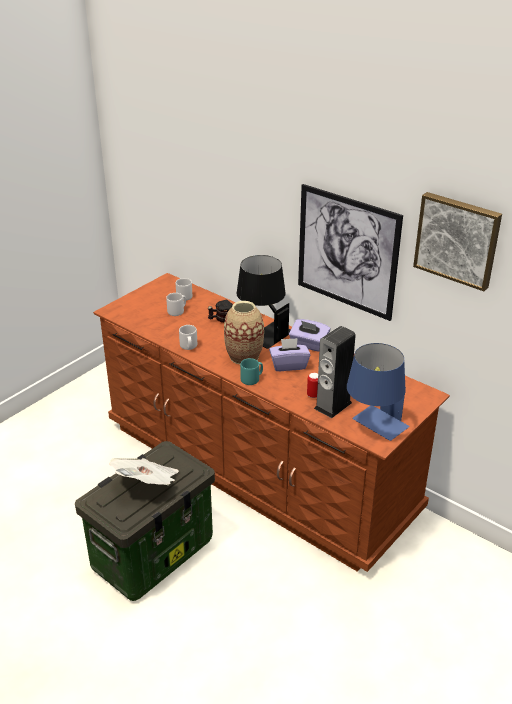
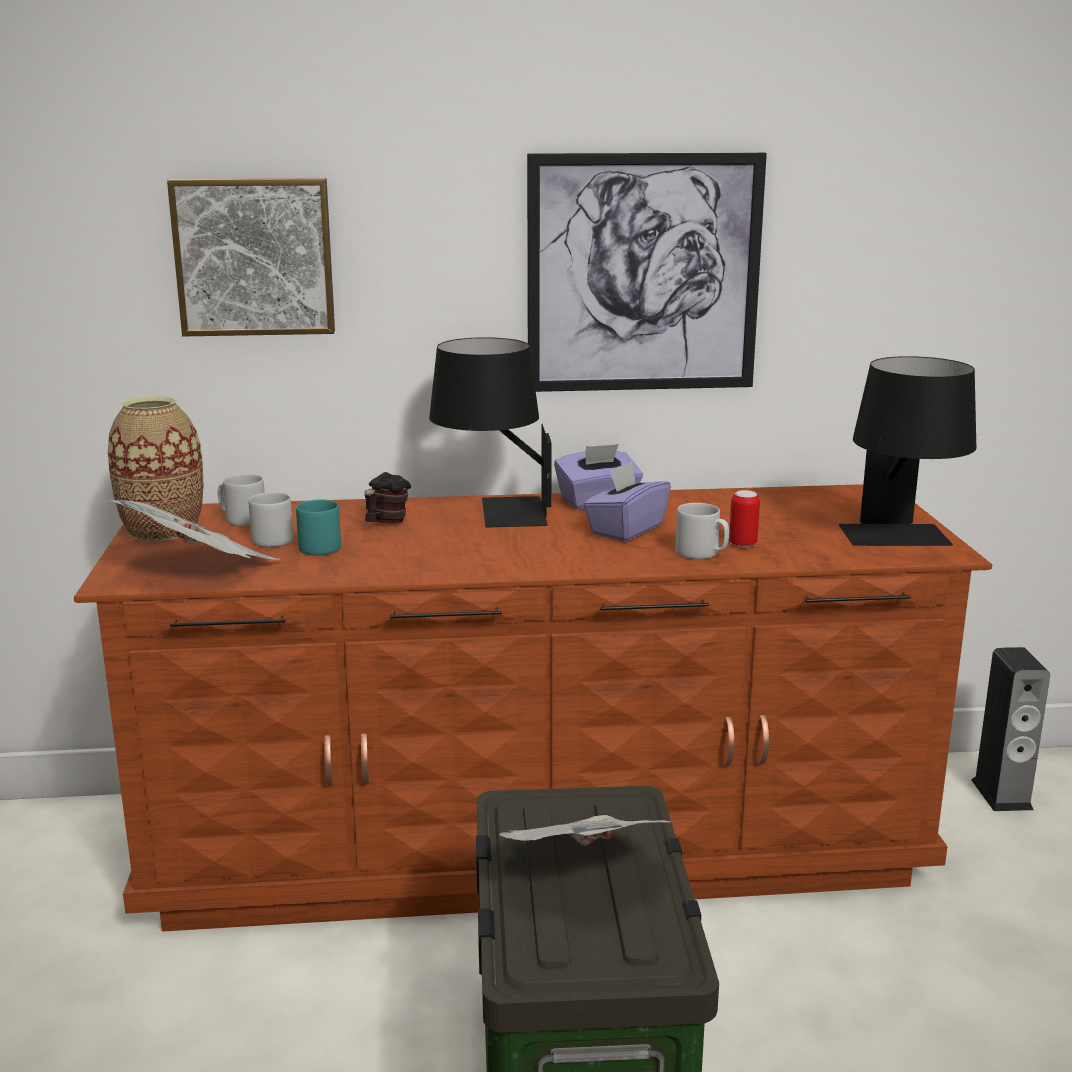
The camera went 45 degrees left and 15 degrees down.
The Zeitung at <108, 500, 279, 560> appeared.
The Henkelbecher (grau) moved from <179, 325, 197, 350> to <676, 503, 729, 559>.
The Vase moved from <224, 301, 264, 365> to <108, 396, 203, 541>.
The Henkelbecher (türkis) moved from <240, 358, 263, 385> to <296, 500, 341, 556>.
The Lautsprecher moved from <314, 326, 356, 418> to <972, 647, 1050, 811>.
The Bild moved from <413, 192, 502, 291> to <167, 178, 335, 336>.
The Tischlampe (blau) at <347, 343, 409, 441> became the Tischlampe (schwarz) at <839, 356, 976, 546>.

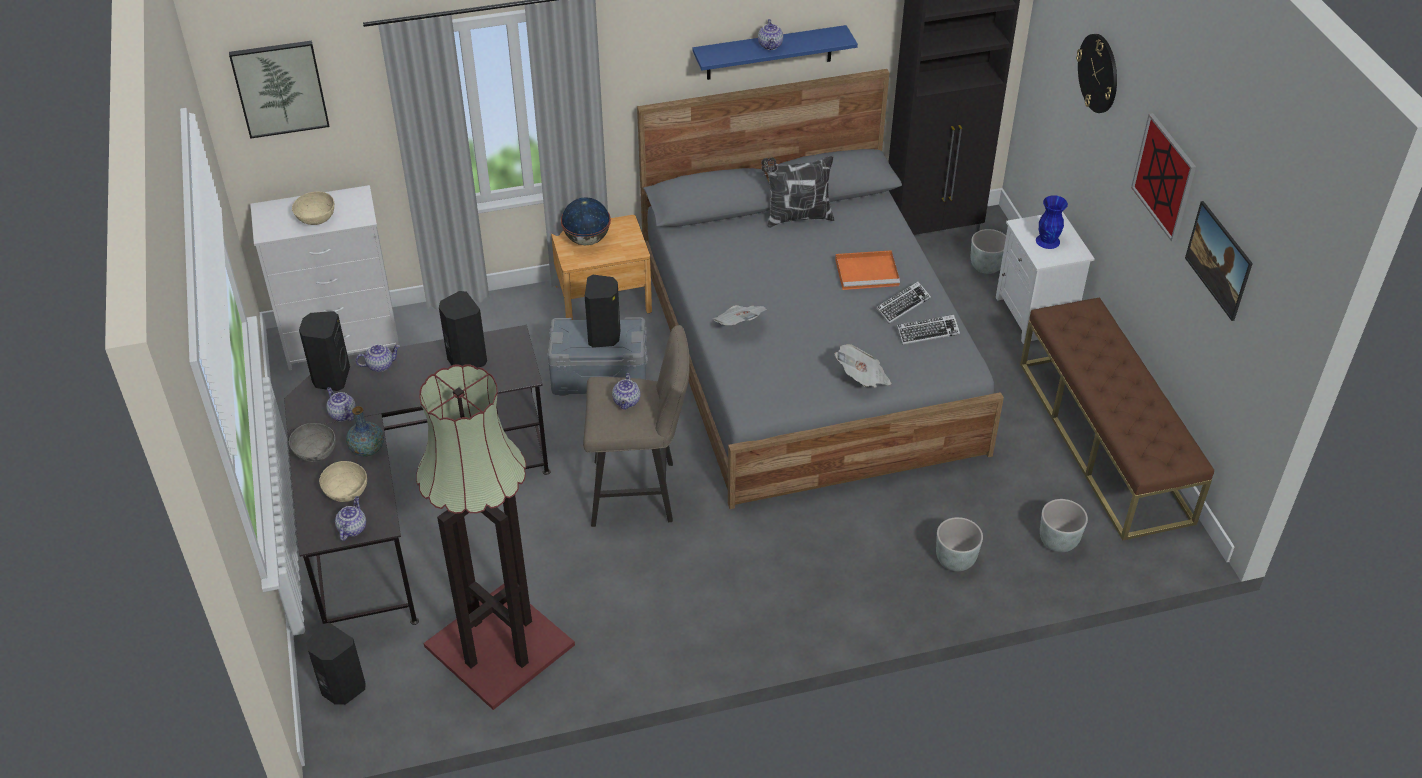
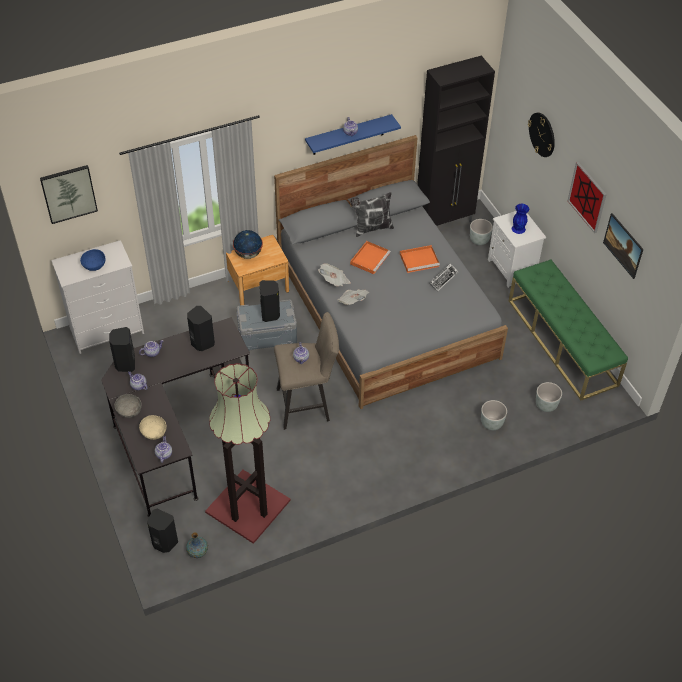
The camera went 10 degrees left and 5 degrees up.
The Tastatur at <897, 314, 960, 345> disappeared.
The Tablett (orange) at <350, 241, 391, 274> appeared.
The Vase moved from <346, 406, 384, 457> to <186, 532, 208, 558>.
The Zeitung moved from <835, 344, 891, 388> to <318, 263, 351, 287>.
The Schüssel (beige) at <292, 192, 334, 225> became the Schüssel (blau) at <80, 249, 105, 271>.
The Bank (braun) at <1020, 297, 1214, 540> became the Bank (grün) at <509, 260, 628, 400>.

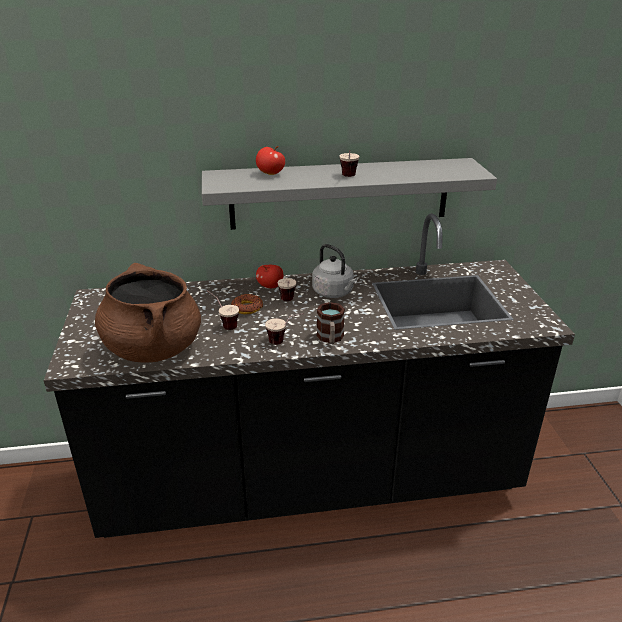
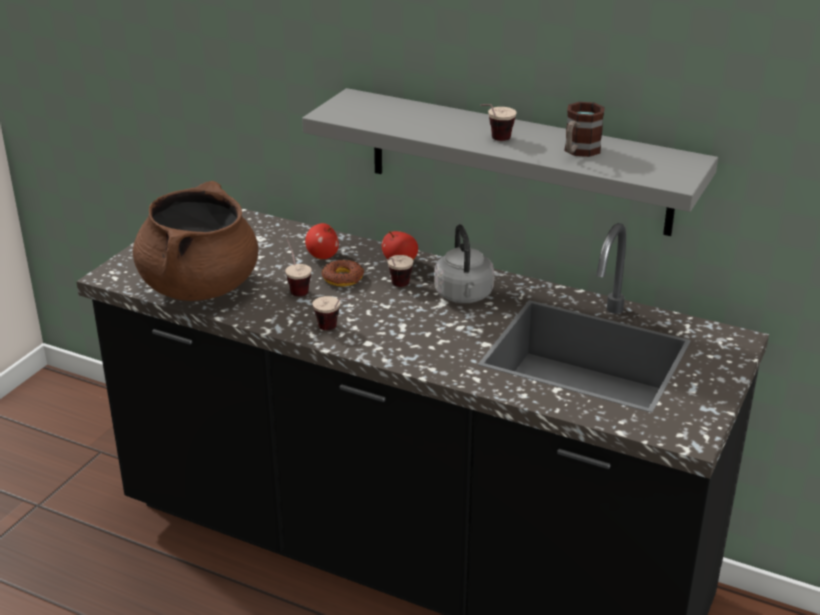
The camera went 35 degrees right and 0 degrees up.
The Apfel moved from <256, 146, 285, 175> to <305, 223, 339, 259>.
The Henkelbecher moved from <317, 302, 345, 344> to <564, 102, 605, 157>.

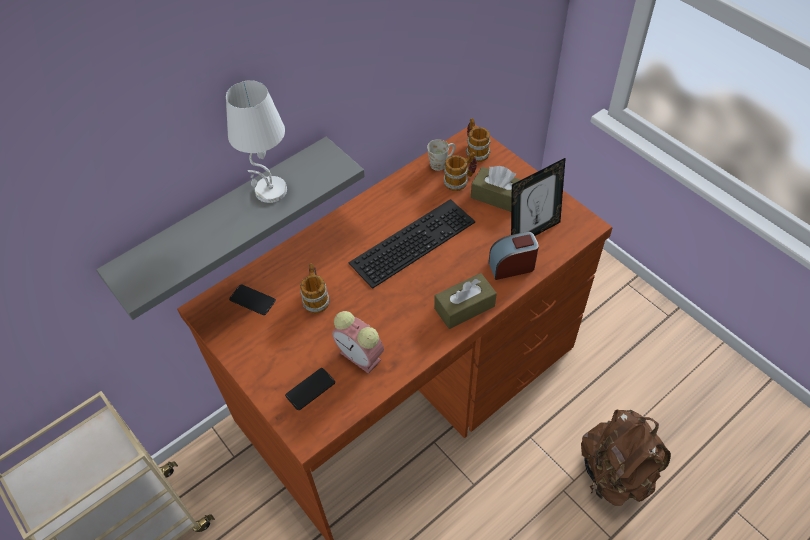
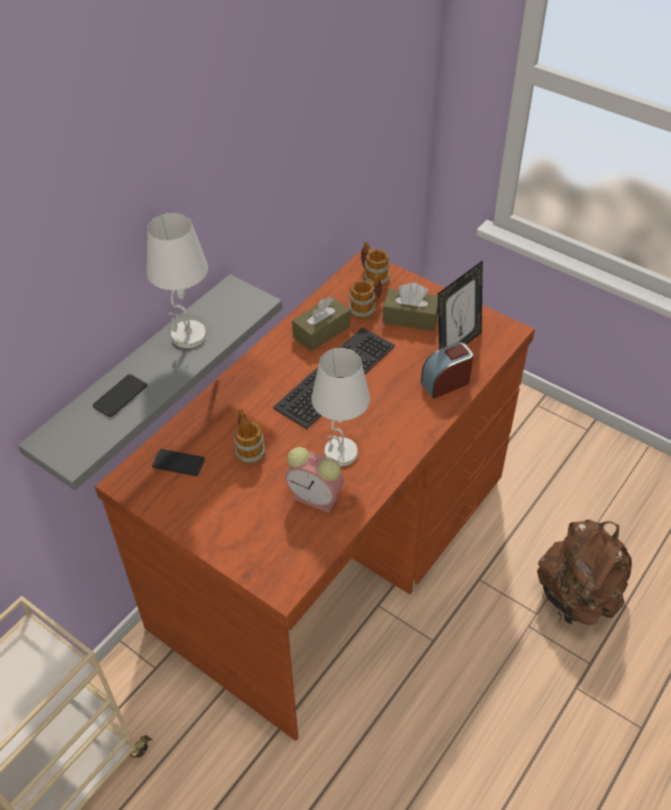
The camera went 15 degrees left and 5 degrees down.
The Henkelbecher (weiß) at <427, 139, 456, 171> disappeared.
The Tischlampe (weiß) at <311, 348, 370, 466> appeared.
The Handy moved from <285, 368, 335, 410> to <93, 374, 147, 417>.
The Taschentuchbox (braun) moved from <434, 273, 497, 329> to <292, 296, 350, 351>.

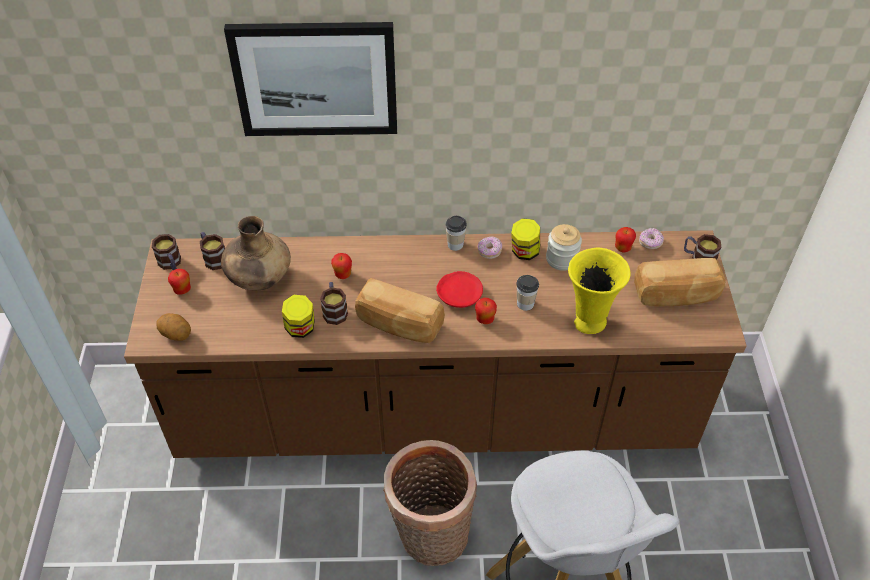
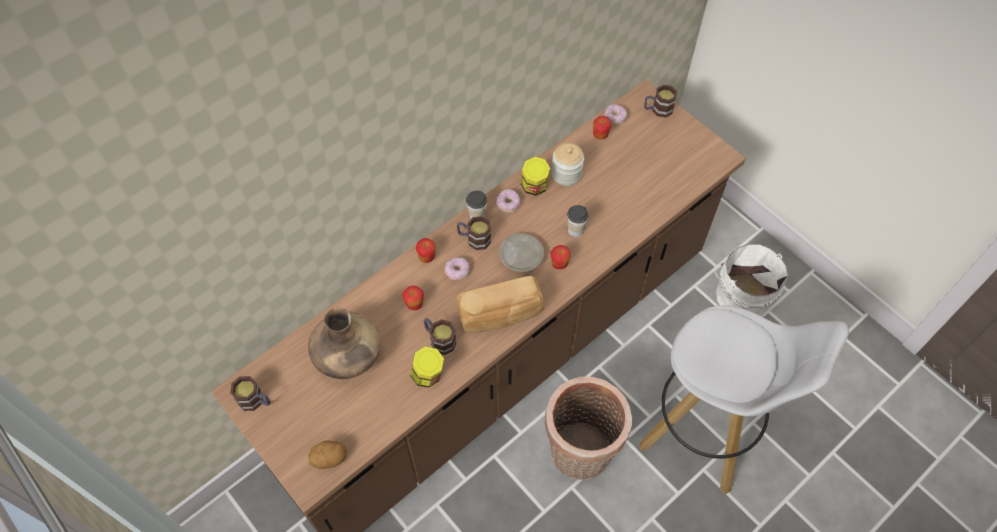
The camera went 40 degrees left and 10 degrees up.
The Bild at <224, 22, 397, 136> disappeared.
The Vase (gelb) at <568, 248, 630, 334> disappeared.
The Brot at <634, 258, 726, 306> disappeared.
The Donut at <445, 257, 470, 280> appeared.
The Eimer (weiß) at <714, 244, 788, 316> appeared.
The Apfel moved from <168, 269, 191, 295> to <416, 238, 436, 263>.
The Henkelbecher moved from <200, 232, 225, 270> to <457, 216, 491, 250>.
The Teller (rot) at <436, 271, 483, 308> became the Teller (beige) at <499, 233, 544, 272>.

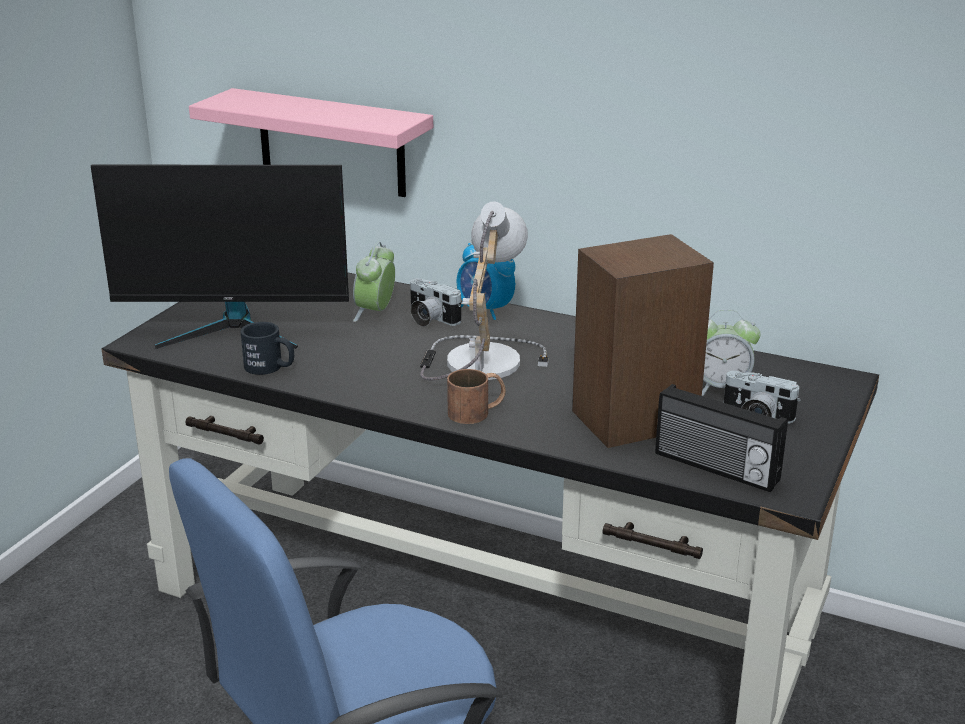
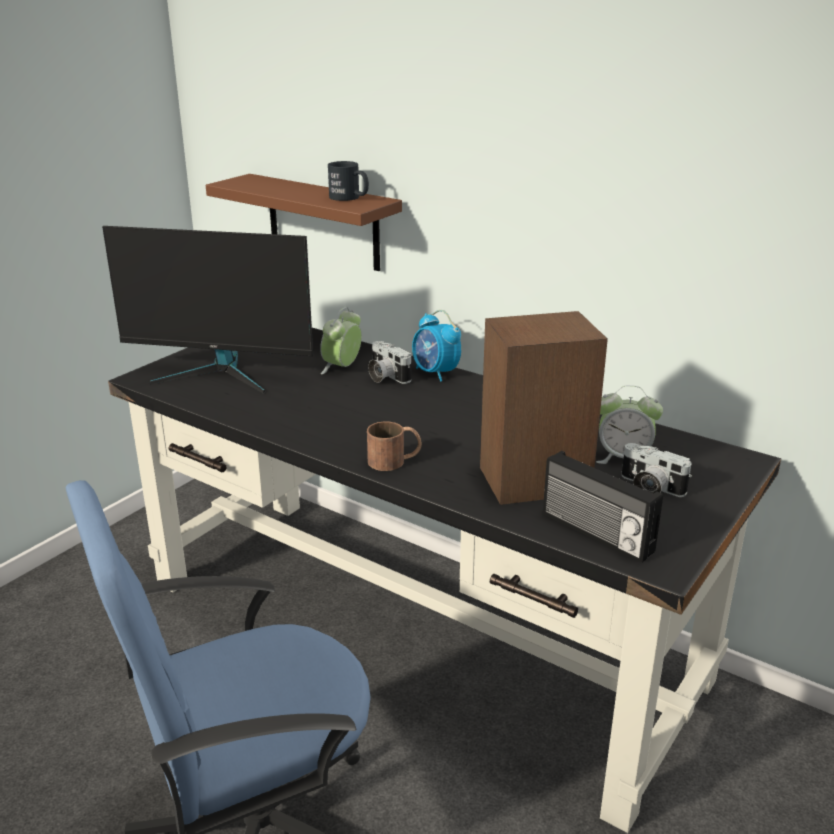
The camera went 10 degrees right and 0 degrees up.
The Tischlampe at <420, 201, 549, 380> disappeared.
The Henkelbecher (schwarz) moved from <240, 322, 294, 375> to <328, 161, 369, 201>.
The Wandregal (rosa) at <189, 88, 433, 197> became the Wandregal (braun) at <206, 174, 402, 271>.

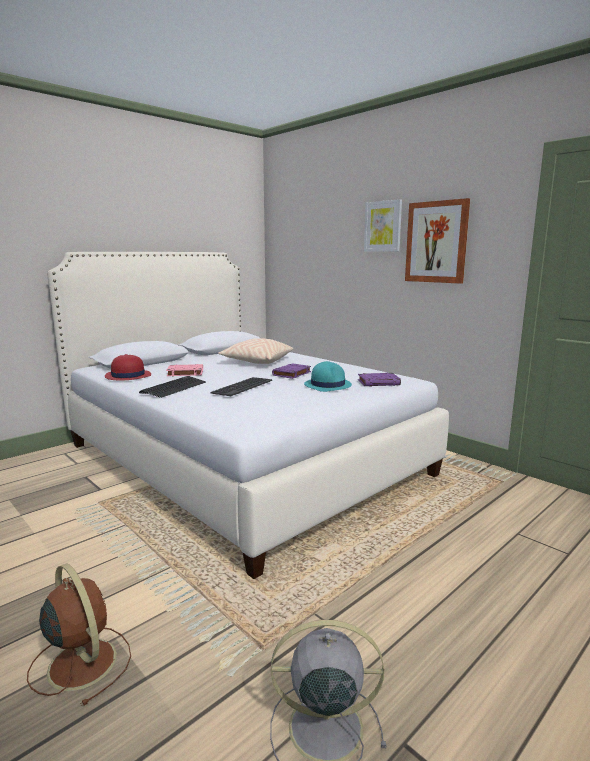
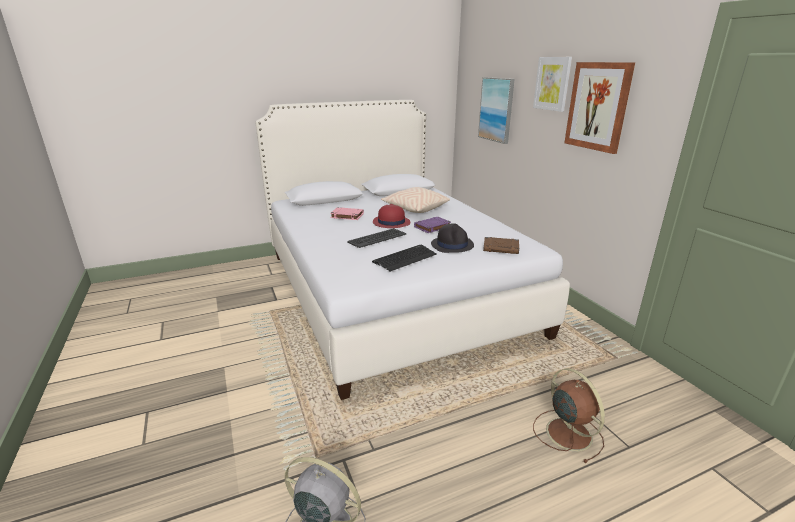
The camera went 20 degrees right and 10 degrees up.
The Bild at <478, 77, 514, 144> appeared.
The Ventilator (braun) moved from <27, 563, 131, 706> to <533, 368, 605, 463>.
The Hut (rot) moved from <105, 354, 151, 380> to <373, 204, 410, 228>.
The Tastatur moved from <139, 376, 206, 398> to <372, 244, 437, 272>.
The Hut (türkis) at <304, 361, 352, 392> became the Hut (schwarz) at <431, 223, 474, 253>.
The Buch (lila) at <358, 373, 401, 386> became the Buch (braun) at <483, 237, 519, 254>.

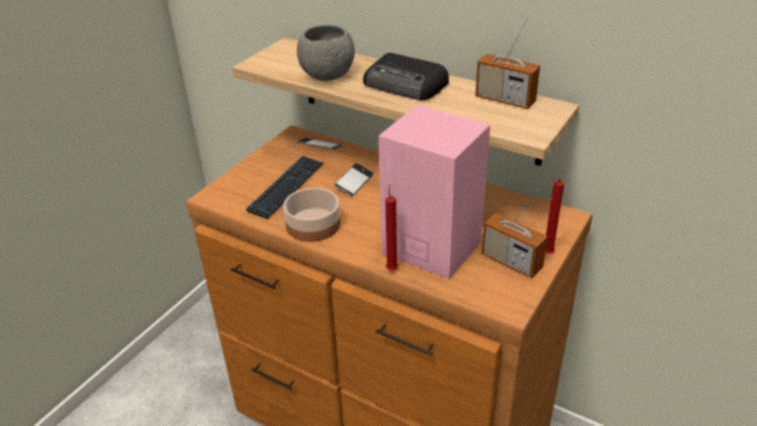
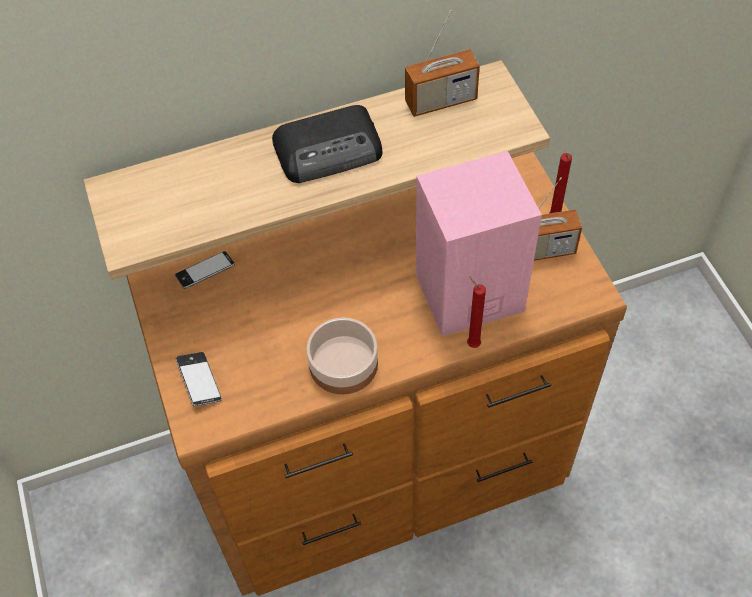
The camera went 50 degrees left and 20 degrees up.
The Tastatur at <246, 156, 324, 219> disappeared.
The Schüssel (grau) at <297, 25, 355, 81> disappeared.
The Handy moved from <334, 163, 373, 196> to <176, 352, 222, 406>.

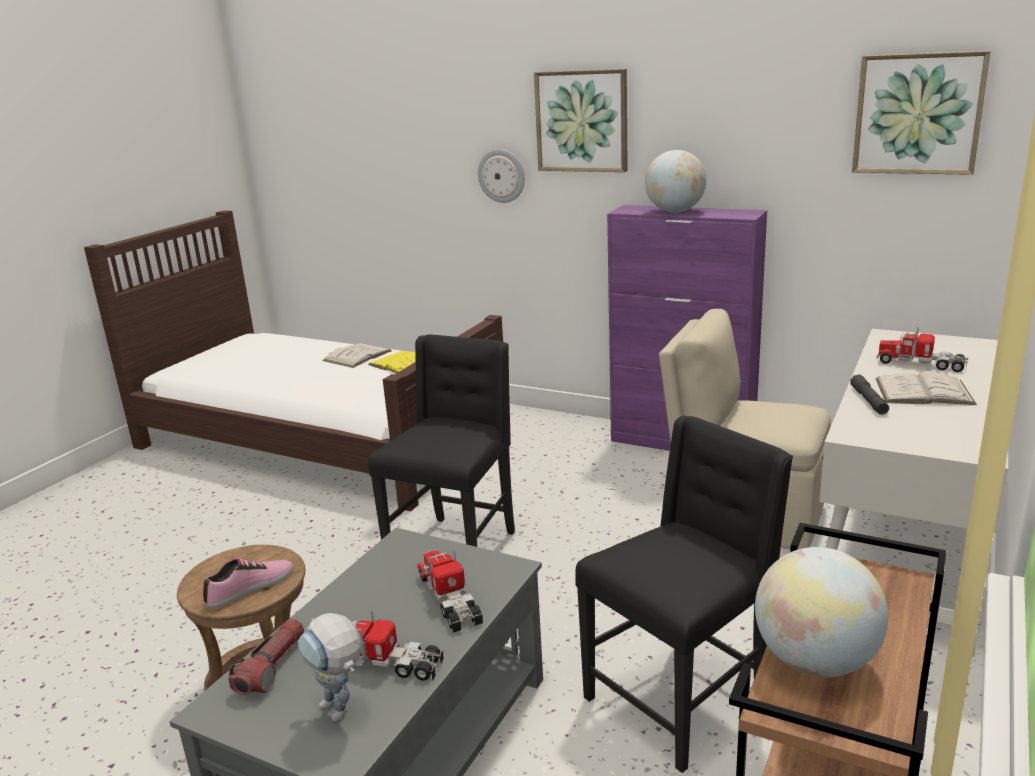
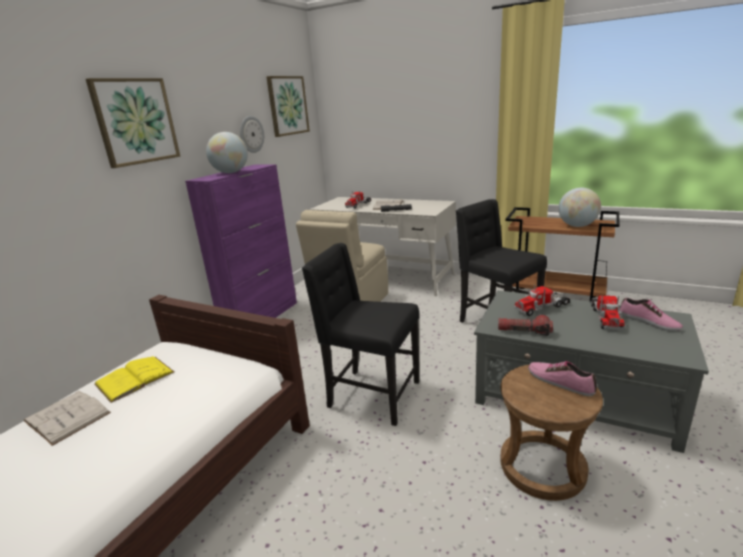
The camera went 90 degrees left and 0 degrees up.
The Taschenlampe moved from <228, 618, 304, 695> to <498, 315, 553, 336>.
The Wanduhr moved from <478, 149, 525, 203> to <240, 116, 264, 153>.
The Spielzeugroboter at <298, 613, 361, 722> was replaced by the Schuh at <620, 298, 683, 331>.

